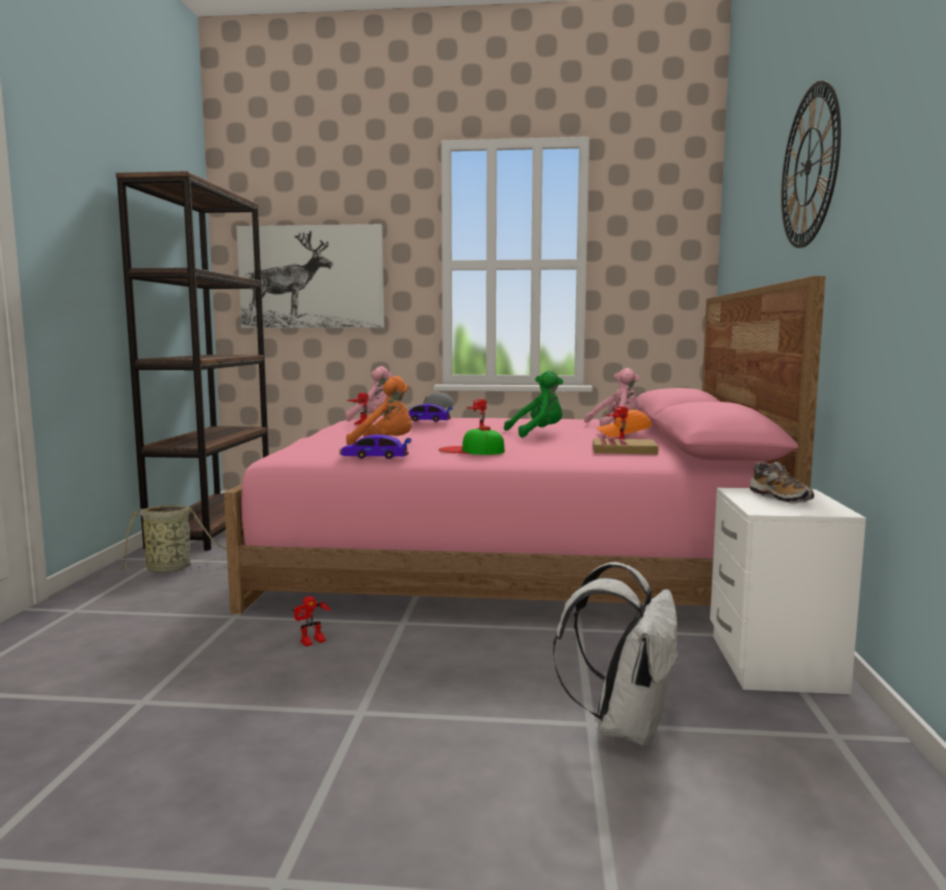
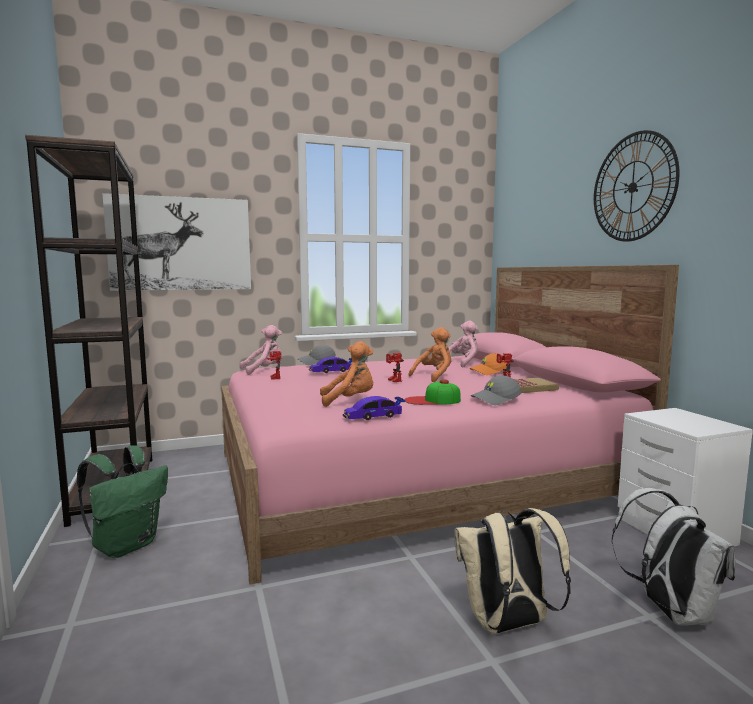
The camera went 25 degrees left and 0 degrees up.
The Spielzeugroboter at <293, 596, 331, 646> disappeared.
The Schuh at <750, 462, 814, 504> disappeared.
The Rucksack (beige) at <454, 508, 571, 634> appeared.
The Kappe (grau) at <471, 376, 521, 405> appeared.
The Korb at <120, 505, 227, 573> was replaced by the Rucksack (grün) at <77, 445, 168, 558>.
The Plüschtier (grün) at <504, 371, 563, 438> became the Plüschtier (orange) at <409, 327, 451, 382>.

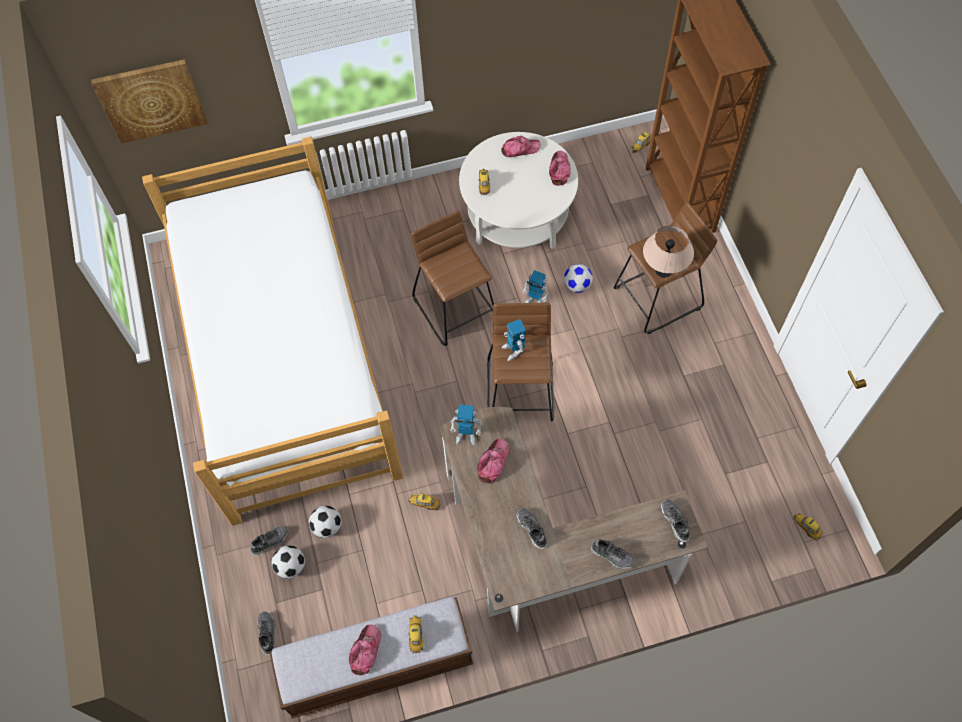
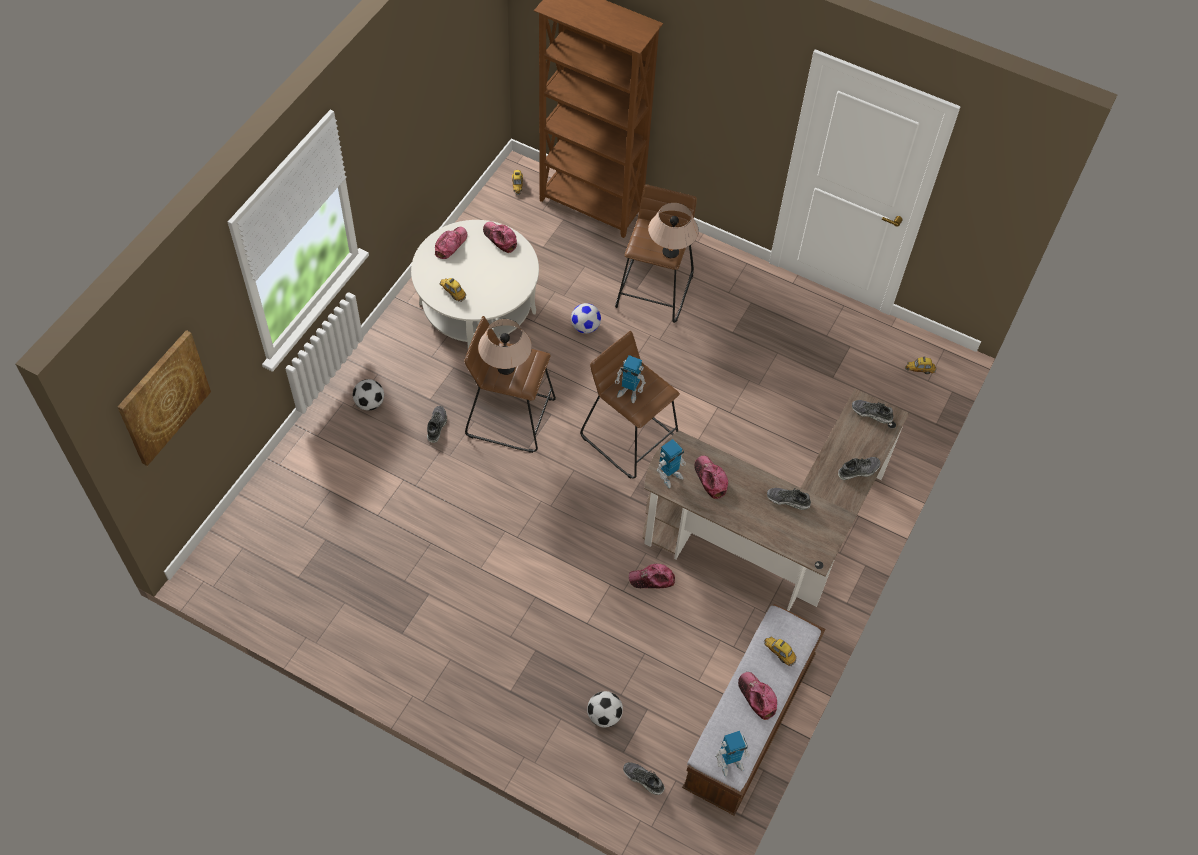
The camera went 50 degrees left and 5 degrees down.
The Bett at <142, 137, 403, 526> disappeared.
The Tischlampe (beige) at <478, 319, 532, 375> appeared.
The Schuh moved from <250, 526, 287, 556> to <427, 406, 447, 443>.
The Fußball moved from <309, 506, 341, 538> to <353, 379, 384, 410>.
The Spielzeugroboter moved from <522, 270, 549, 303> to <715, 731, 750, 776>.
The Spielzeugauto at <408, 494, 441, 510> was replaced by the Kappe at <629, 564, 675, 588>.

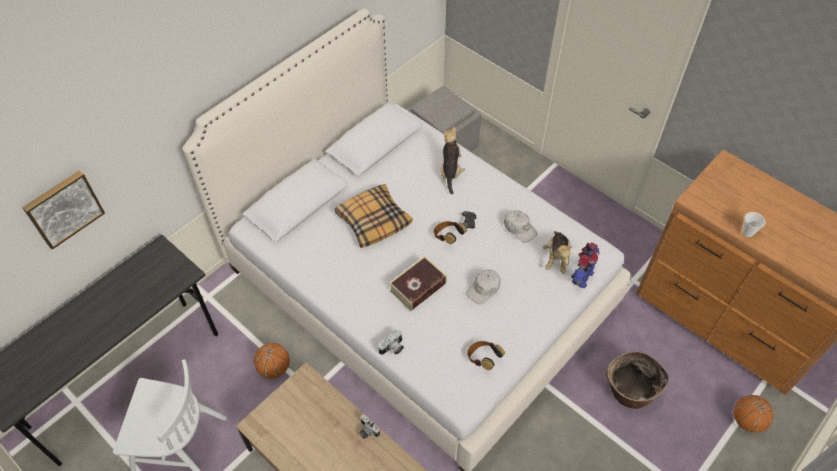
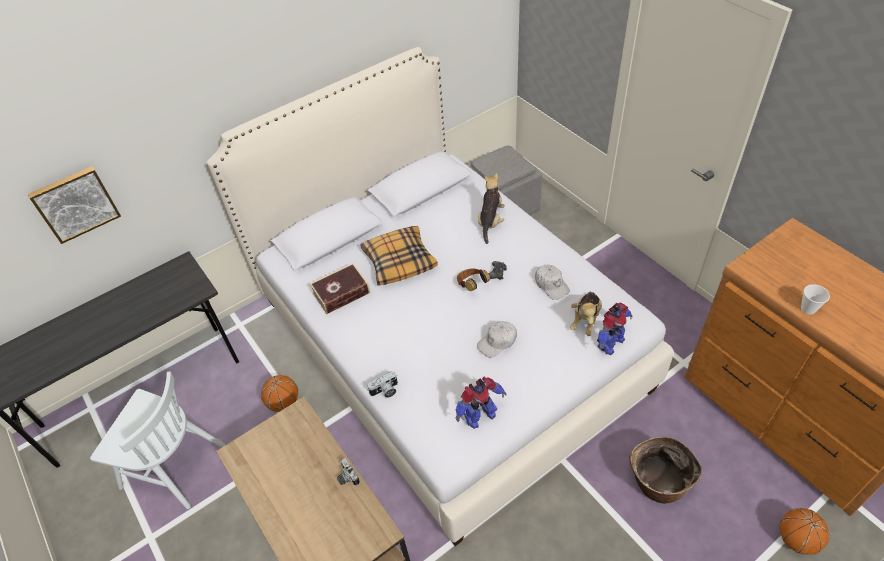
The camera went 15 degrees right and 5 degrees down.
The Buch moved from <389, 256, 447, 311> to <310, 263, 370, 314>.
The Kopfhörer at <467, 341, 505, 370> was replaced by the Spielzeugroboter at <456, 377, 507, 429>.

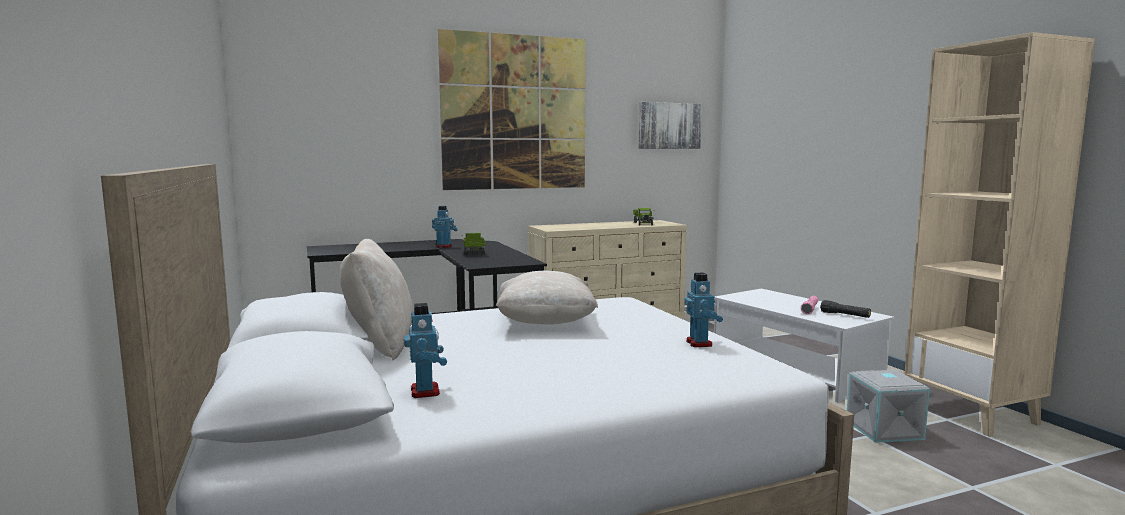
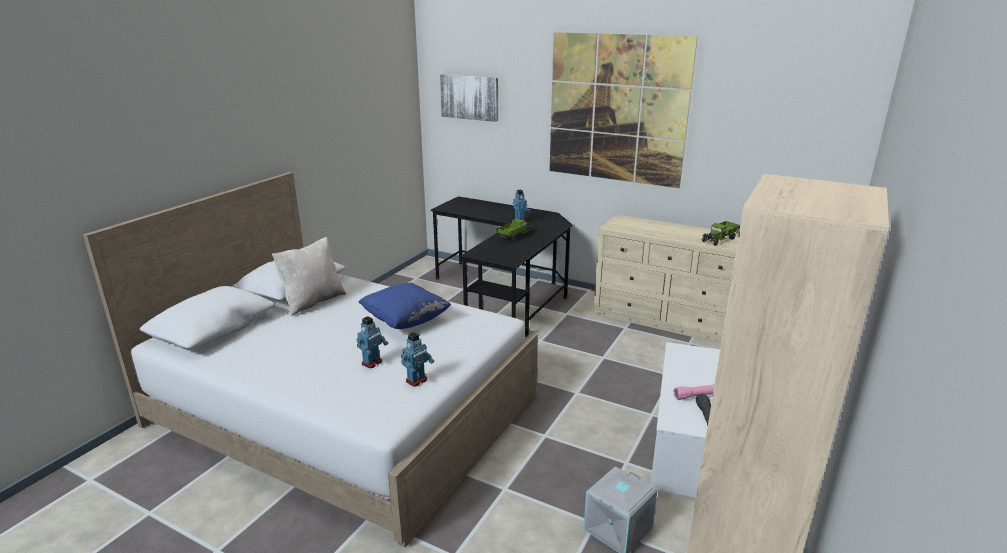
The camera went 50 degrees right and 15 degrees up.
The Spielzeugroboter moved from <403, 303, 447, 398> to <356, 316, 388, 368>.
The Bild moved from <639, 102, 702, 149> to <440, 74, 498, 122>.
The Kissen (beige) at <496, 271, 598, 324> became the Kissen (blau) at <359, 283, 451, 329>.

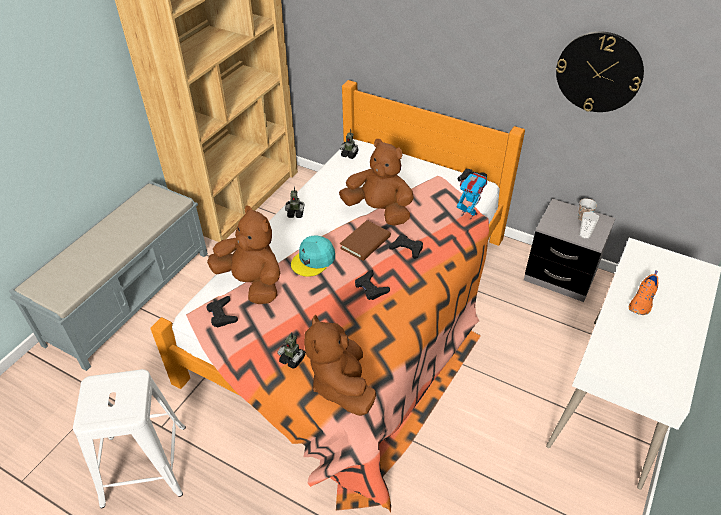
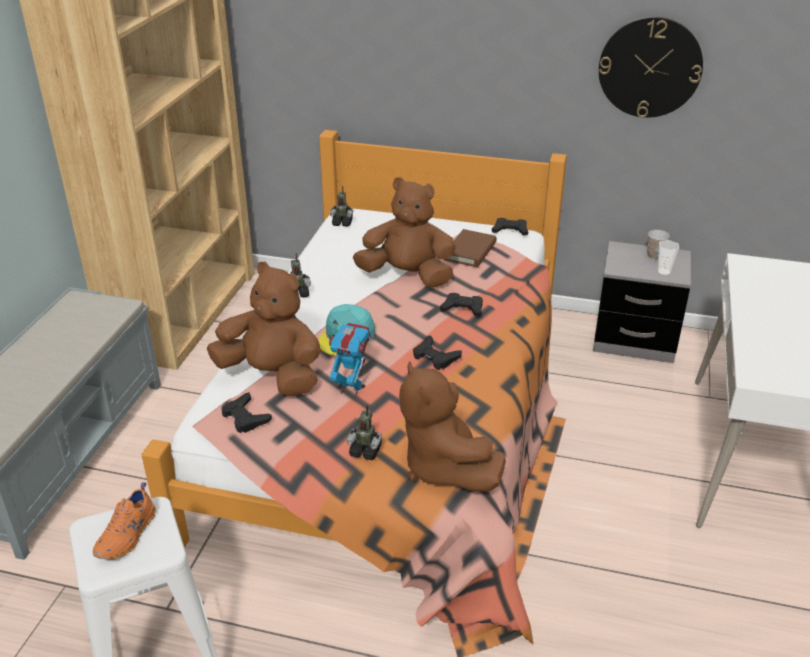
The camera went 15 degrees left and 10 degrees down.
The Buch (braun) moved from <340, 220, 391, 261> to <444, 229, 497, 267>.
The Spielzeugroboter moved from <457, 173, 487, 219> to <326, 322, 372, 397>.
The Schuh (orange) moved from <629, 271, 658, 315> to <93, 482, 156, 560>.

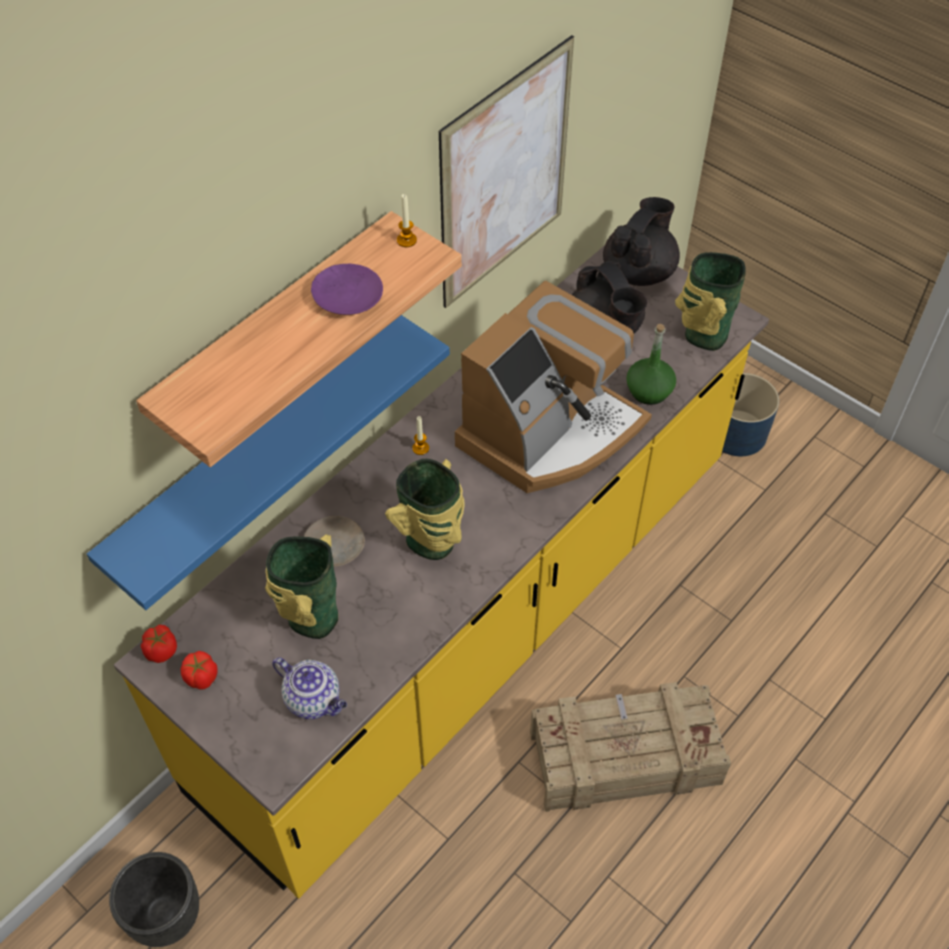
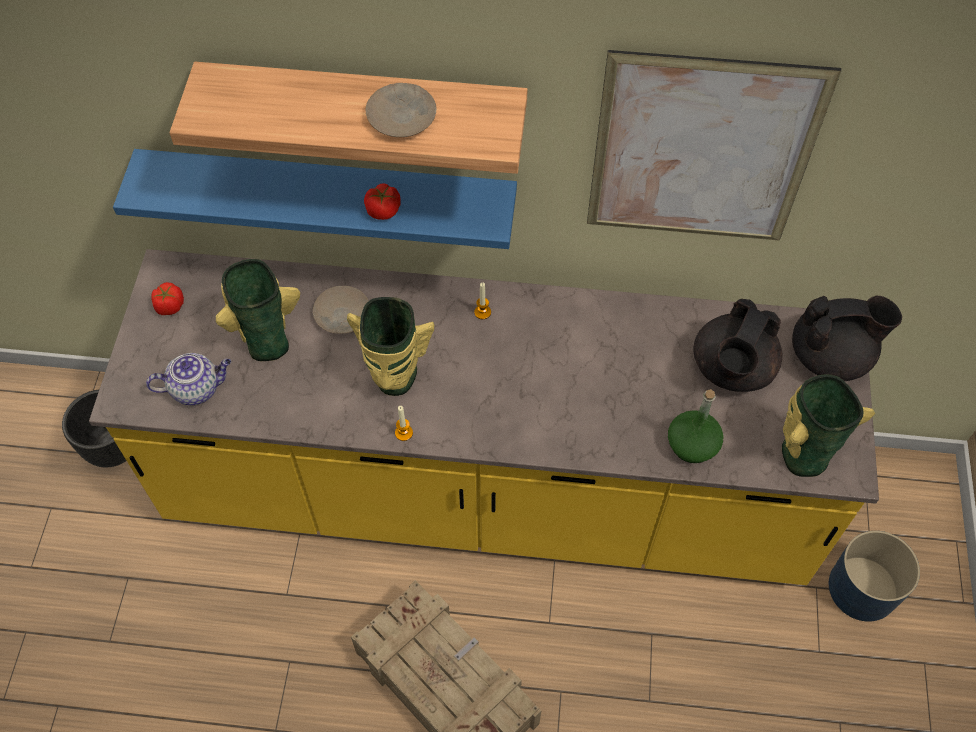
The camera went 55 degrees right and 5 degrees up.
The Kaffeemaschine at <455, 281, 652, 493> disappeared.
The Tomate moved from <141, 625, 177, 663> to <364, 183, 401, 220>.
The Kerze moved from <397, 194, 417, 247> to <395, 406, 413, 441>.
The Teller (lila) at <311, 264, 383, 315> became the Teller (beige) at <366, 83, 437, 137>.
The Teekanne at <272, 657, 347, 719> turned 105 degrees counterclockwise.

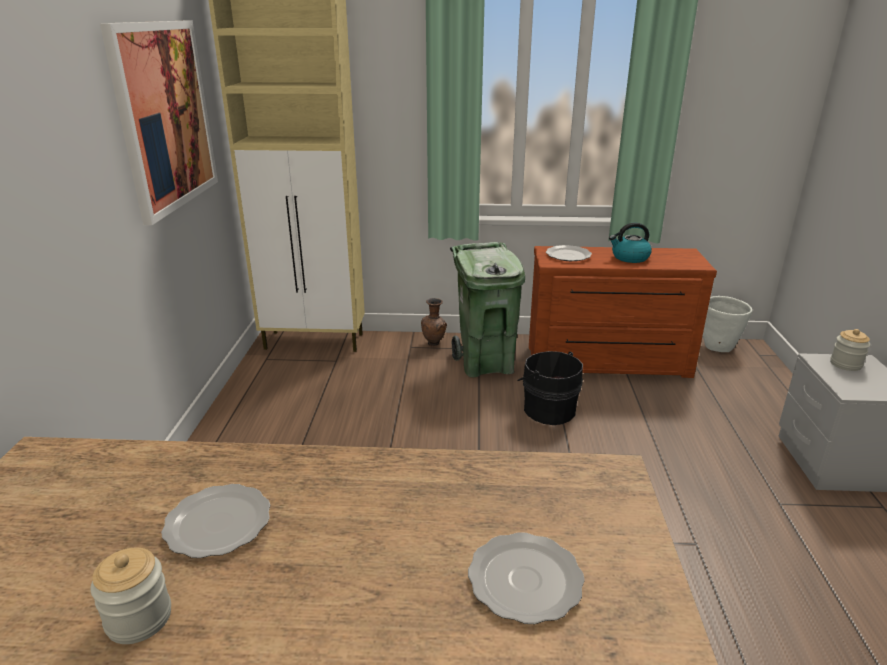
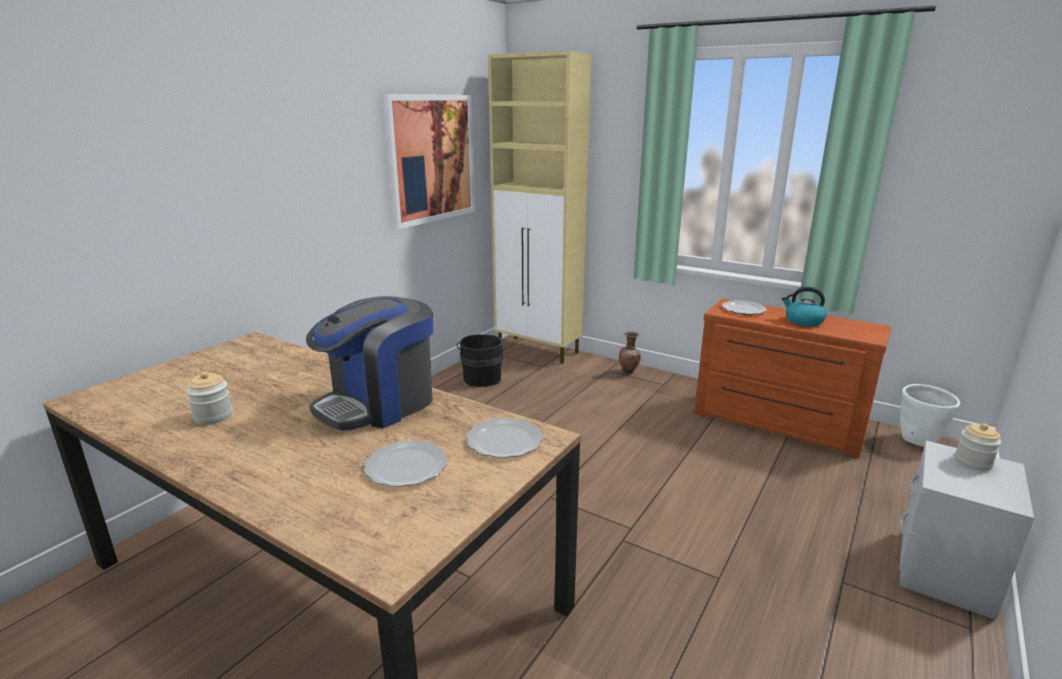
The camera went 30 degrees right and 5 degrees down.
The Mülleimer (grün) at <450, 242, 525, 377> disappeared.
The Kaffeemaschine at <306, 296, 433, 431> appeared.
The Teller moved from <161, 484, 270, 558> to <466, 418, 543, 458>.
The Eimer (schwarz) moved from <517, 351, 583, 425> to <457, 334, 504, 387>.

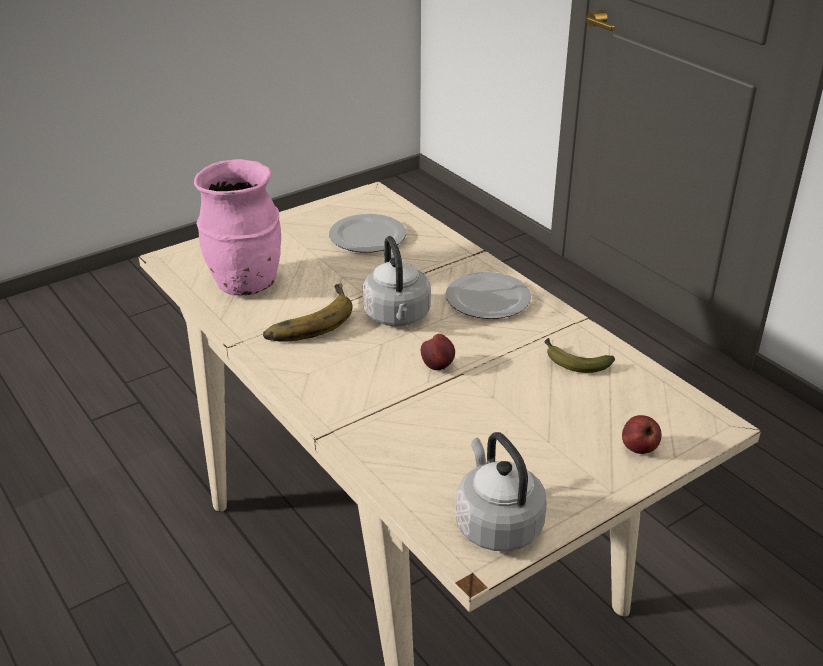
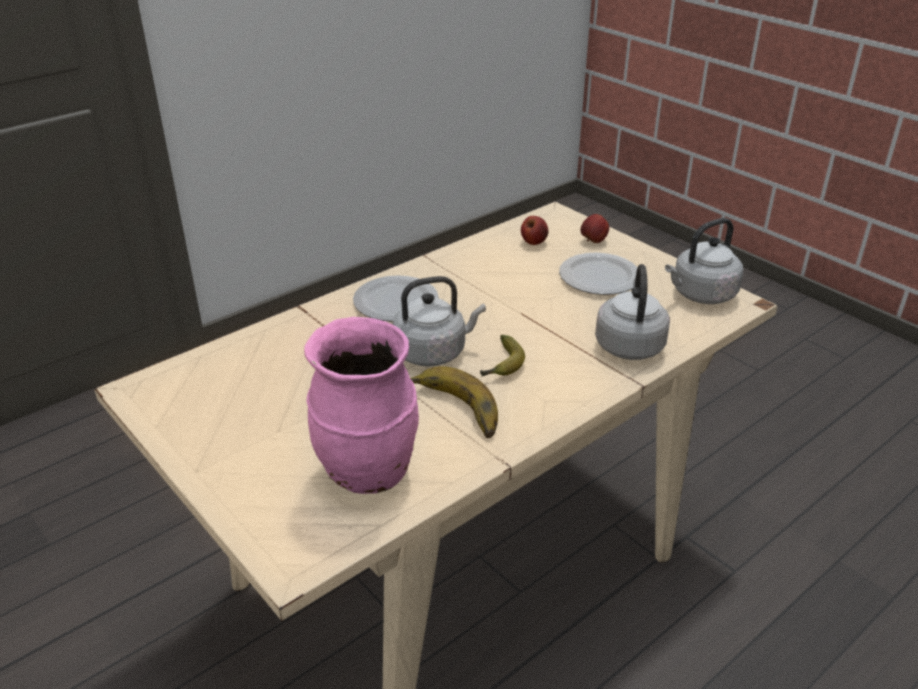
The camera went 95 degrees left and 0 degrees up.
The Wasserkessel (grau) at <595, 264, 670, 360> appeared.
The Teller moved from <329, 214, 406, 253> to <559, 253, 638, 295>.
The Apfel moved from <421, 334, 455, 370> to <521, 216, 548, 245>.
The Banane moved from <544, 338, 615, 373> to <480, 335, 525, 376>.

